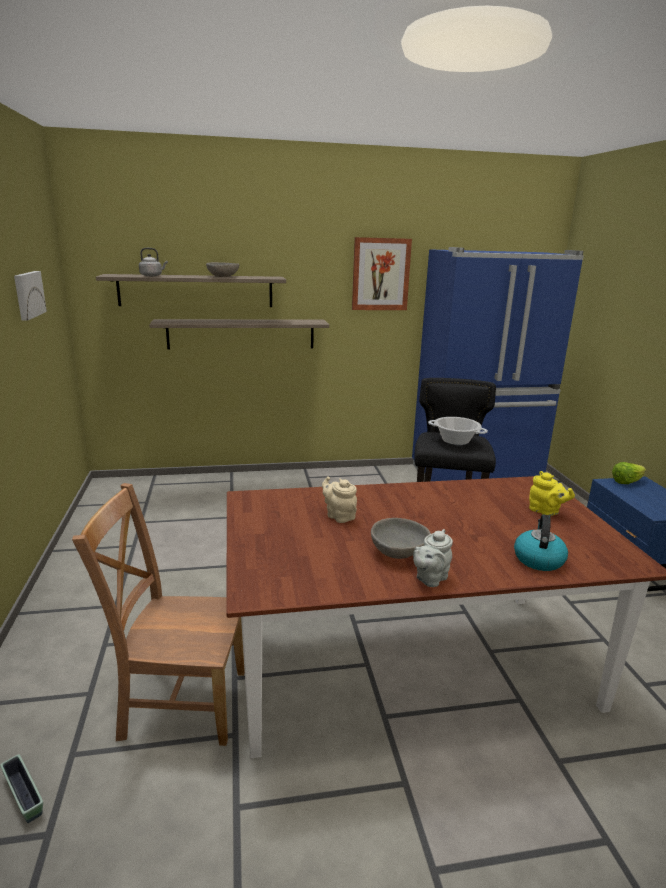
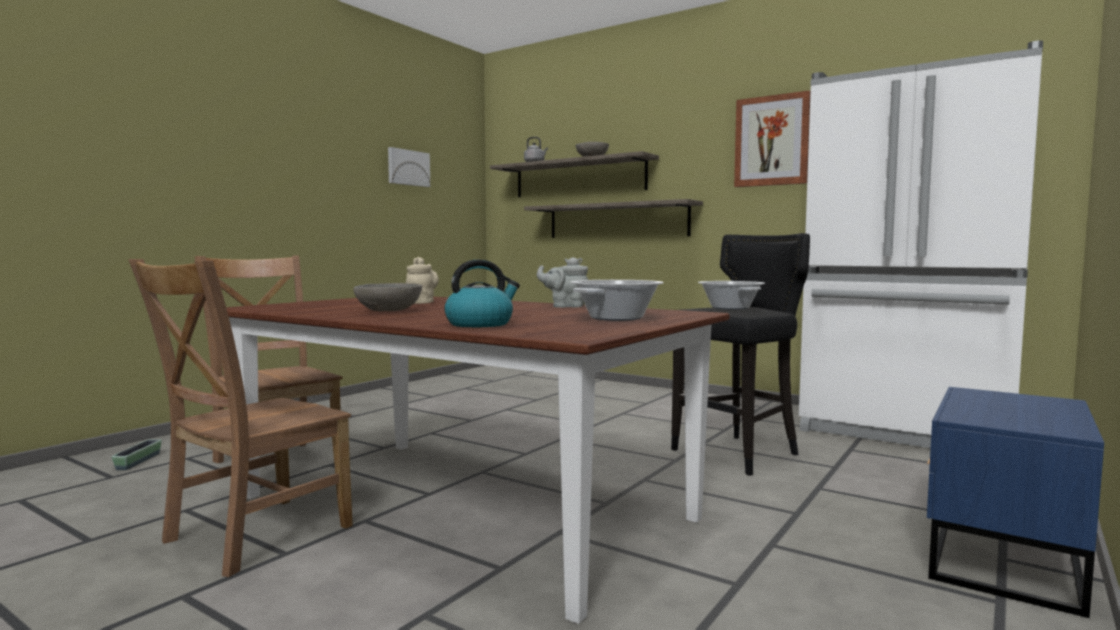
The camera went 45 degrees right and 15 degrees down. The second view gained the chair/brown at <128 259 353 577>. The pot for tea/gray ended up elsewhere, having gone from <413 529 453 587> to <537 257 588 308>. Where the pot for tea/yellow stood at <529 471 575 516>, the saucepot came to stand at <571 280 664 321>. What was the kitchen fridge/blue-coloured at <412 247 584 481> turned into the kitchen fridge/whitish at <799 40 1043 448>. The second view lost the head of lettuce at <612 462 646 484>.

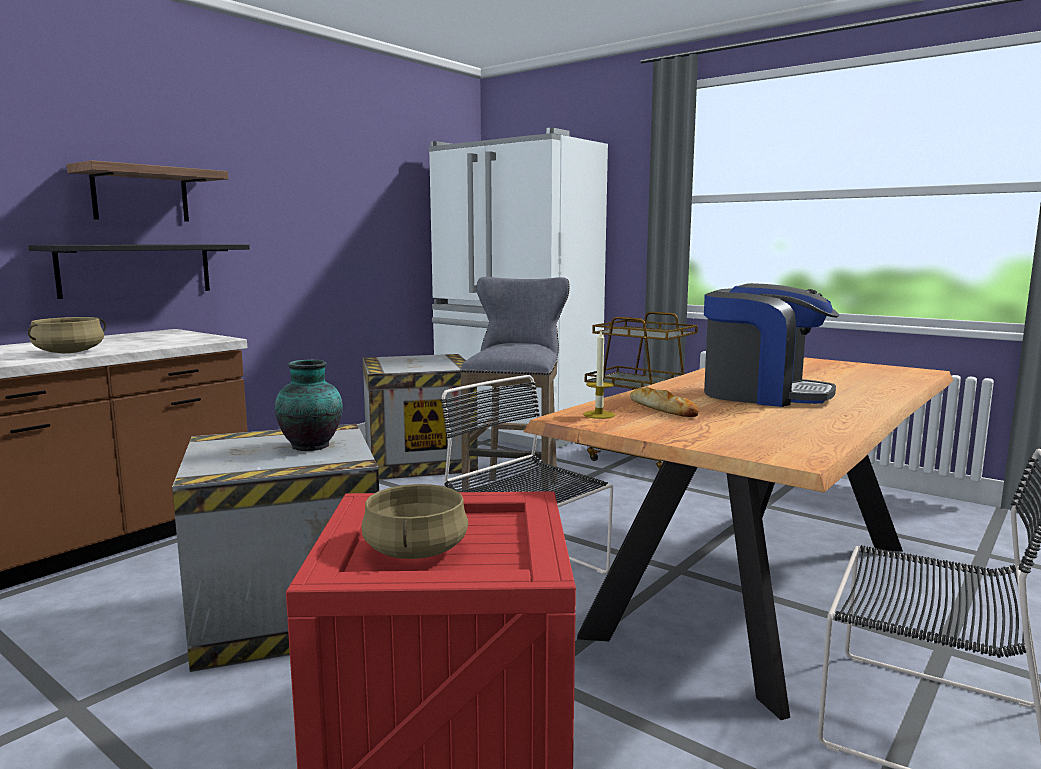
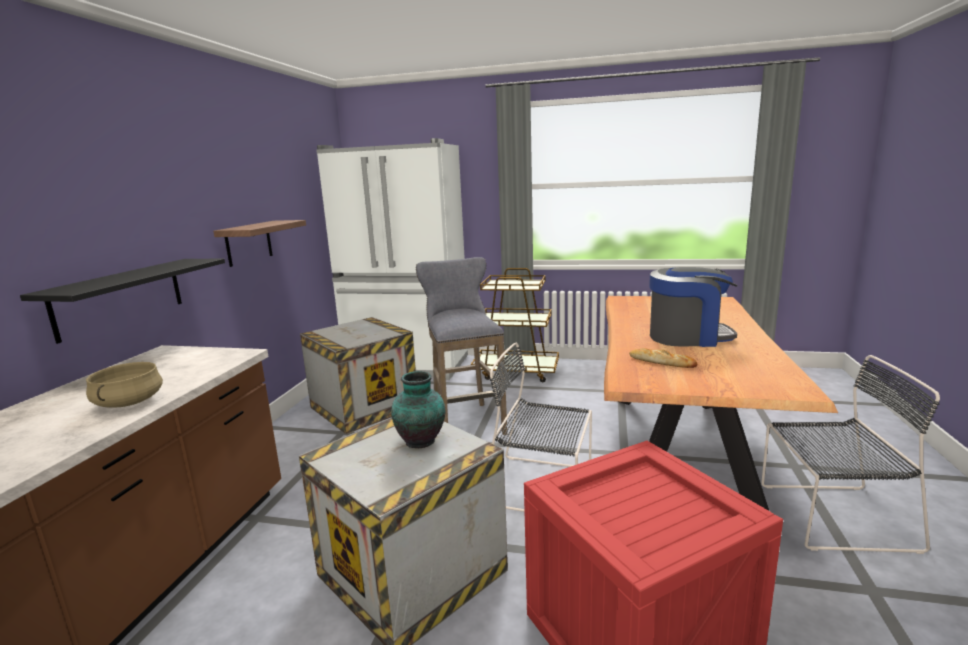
The camera went 25 degrees left and 5 degrees up. The bracket shelf ended up elsewhere, having gone from <67 160 228 222> to <213 220 306 267>. The second view lost the saucepot/beige-coloured at <362 484 468 559>. The second view lost the wax light at <583 331 615 419>.

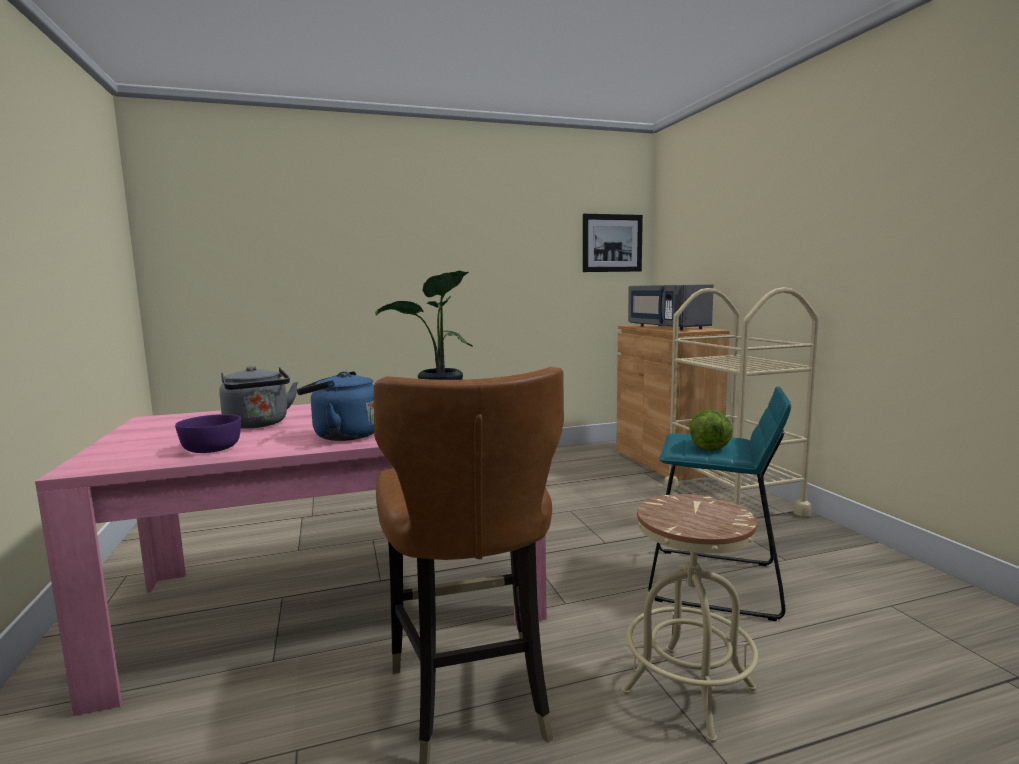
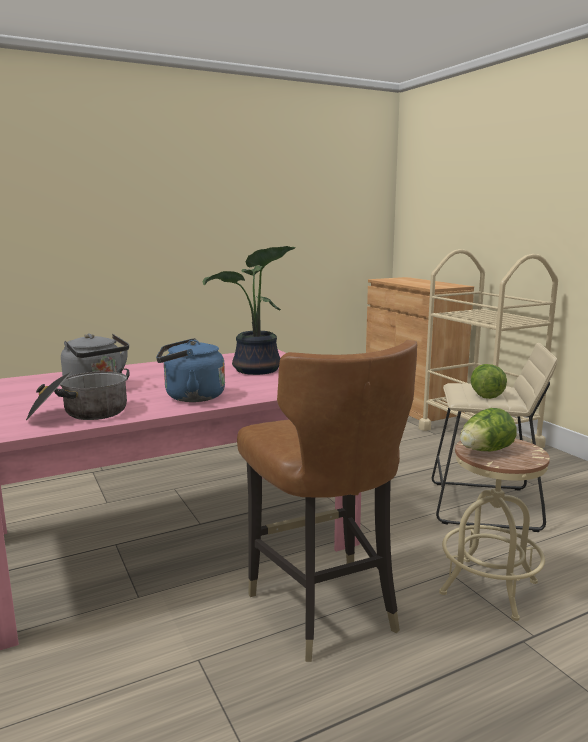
The camera went 10 degrees left and 5 degrees up. Where the deep dish/purple stood at <175 414 241 453>, the saucepot came to stand at <26 368 130 420>. What was the stool seat/turquoise-coloured at <648 386 791 621> turned into the stool seat/beige-coloured at <432 343 557 532>. The second view gained the head of lettuce at <460 408 516 452>. The second view lost the wall art at <583 214 643 272>. The second view lost the microwave oven/gray at <628 284 714 330>.

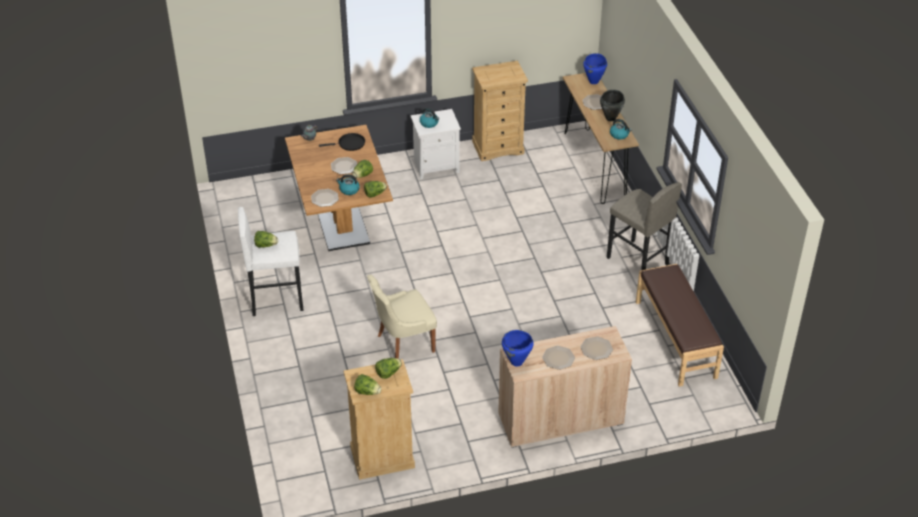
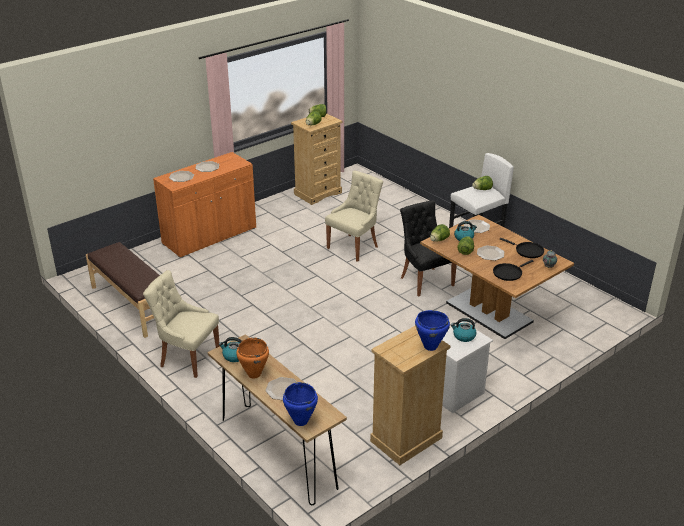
The camera went 155 degrees right and 10 degrees down. Where the stool seat/gray stood at <607 182 682 270>, the chair/beige-coloured came to stand at <143 270 220 378>. What was the storage cabinet/beige-coloured at <498 326 632 448> turned into the storage cabinet/orange at <153 152 256 258>. What was the saucepot/blackish at <600 90 625 121> turned into the saucepot/orange at <236 337 269 378>. The second view gained the chair/blackish at <400 200 457 297>. The saucepot/blue-coloured ended up elsewhere, having gone from <502 330 534 367> to <415 310 450 351>. The second view gained the pan/blackish at <500 238 544 258>.

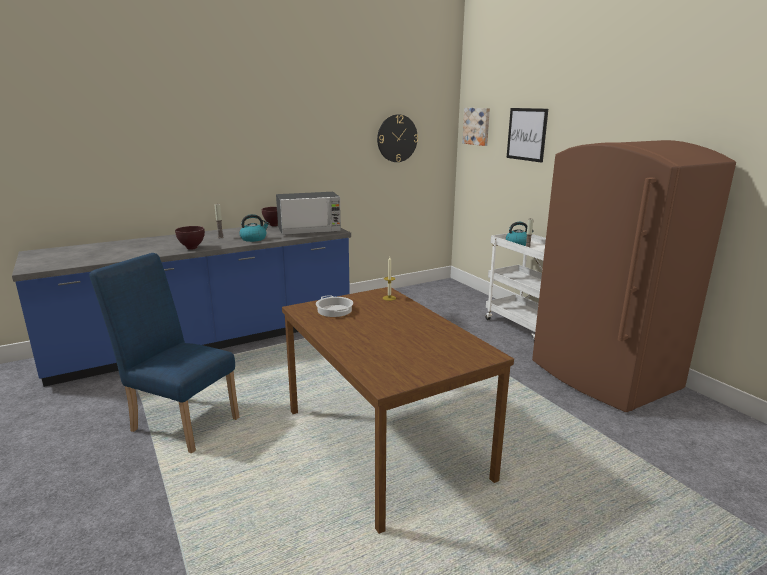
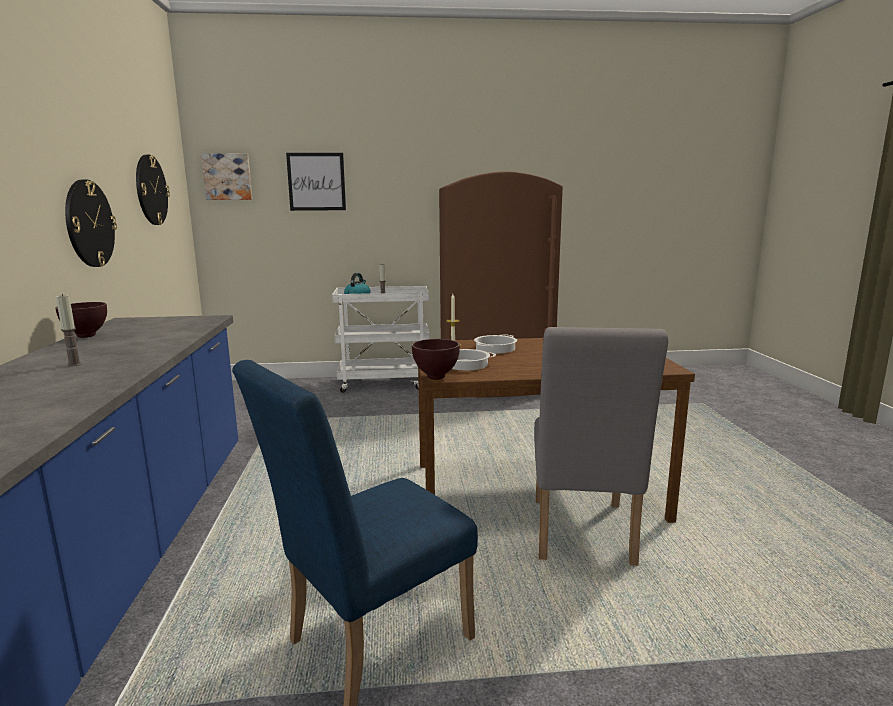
The camera went 65 degrees left and 5 degrees down. The second view gained the wall clock at <65 179 117 267>. The deep dish/brown ended up elsewhere, having gone from <175 226 205 250> to <412 339 460 380>. The second view gained the saucepot at <474 334 517 354>. The second view gained the chair/gray at <534 327 668 566>. The second view lost the kettle at <239 214 269 242>. The second view lost the microwave oven at <276 192 341 235>.

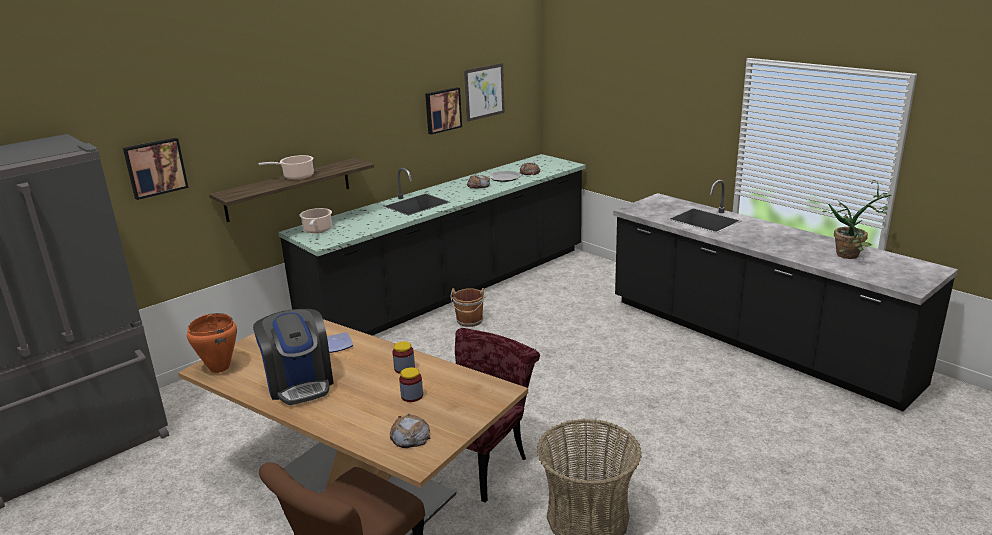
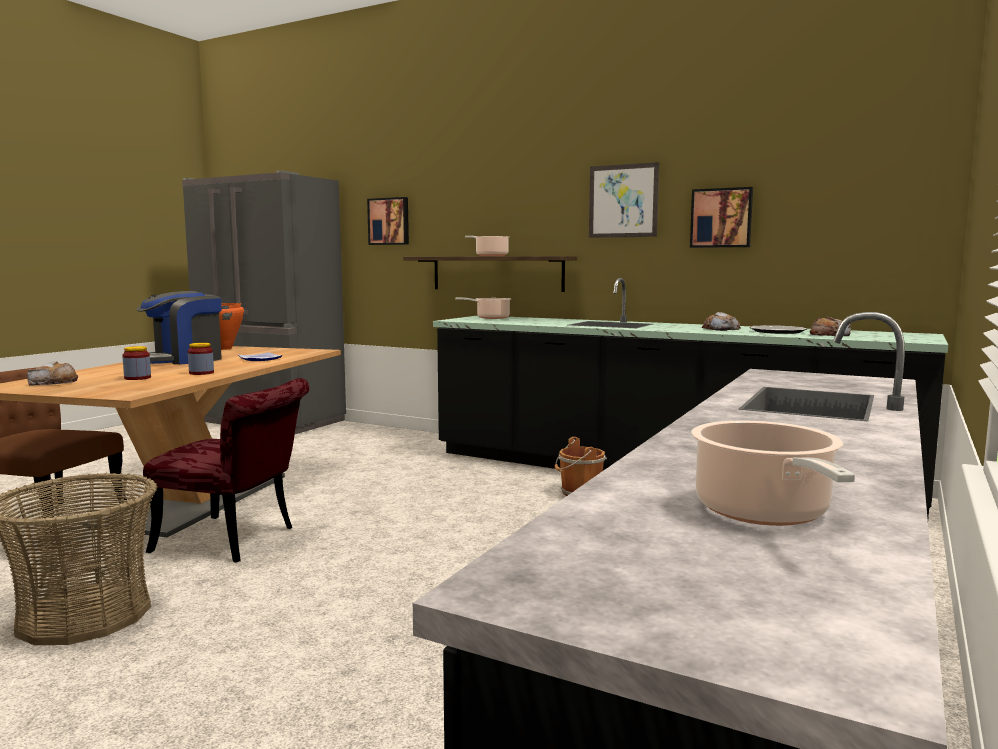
The camera went 70 degrees right and 15 degrees down. The wall art ended up elsewhere, having gone from <464 63 505 122> to <589 162 659 238>. Where the plant in a pot stood at <823 180 892 259>, the saucepot came to stand at <691 421 855 526>.

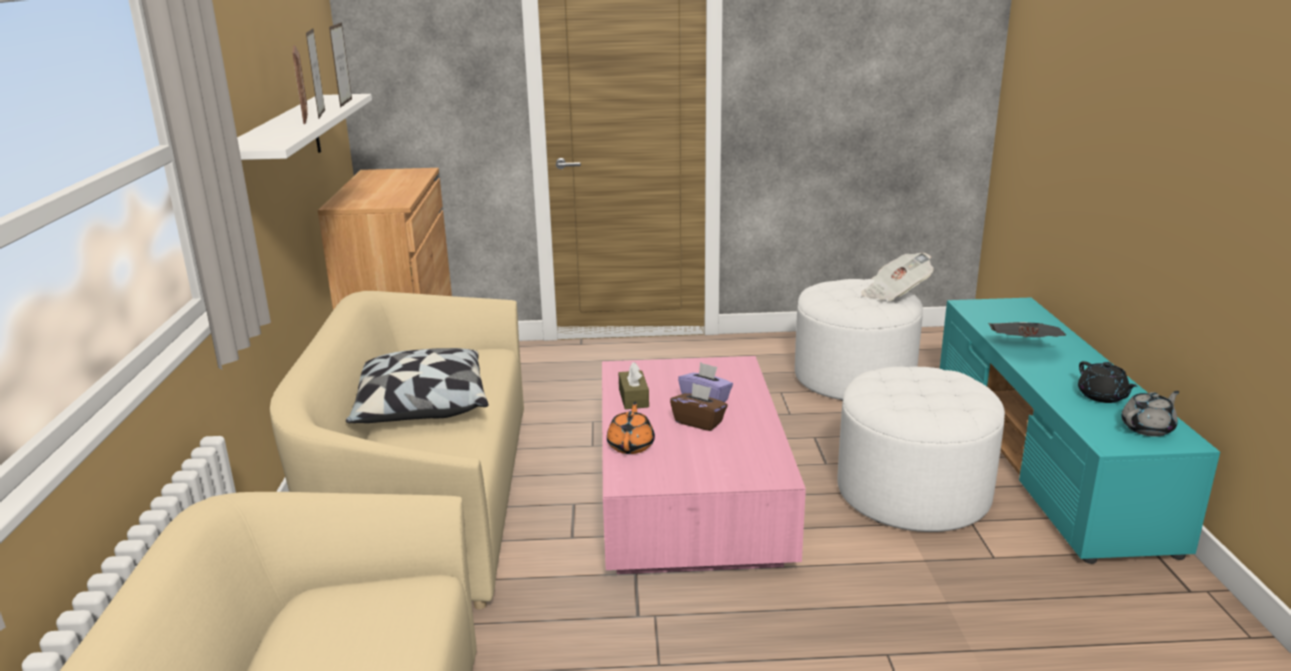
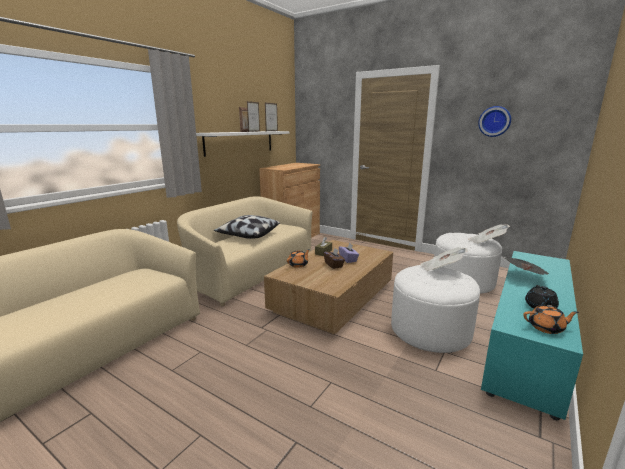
The camera went 35 degrees right and 5 degrees down. What was the lounge table/pink-coloured at <602 356 806 574> turned into the lounge table/brown at <264 240 393 334>. The second view gained the newspaper at <420 247 468 271>. The second view gained the wall clock at <478 106 511 137>. What was the pot for tea/gray at <1121 391 1179 437> turned into the pot for tea/orange at <523 305 579 334>.

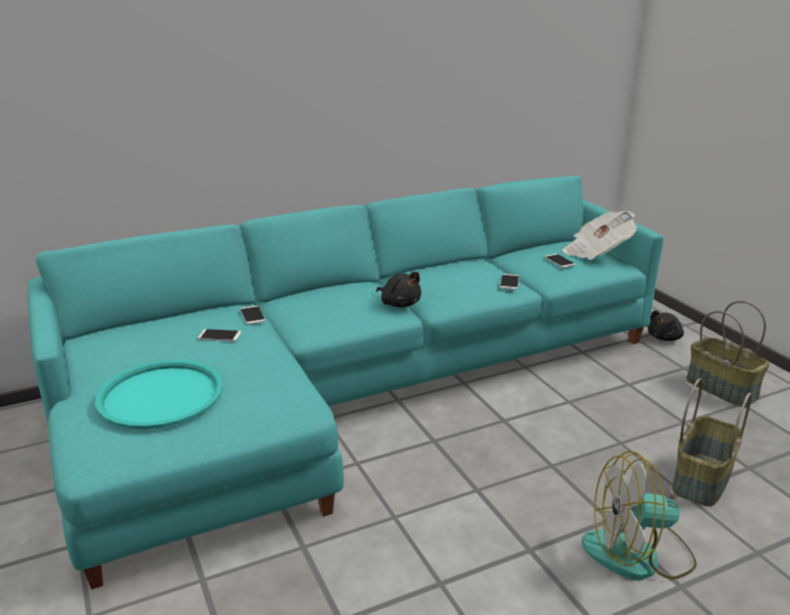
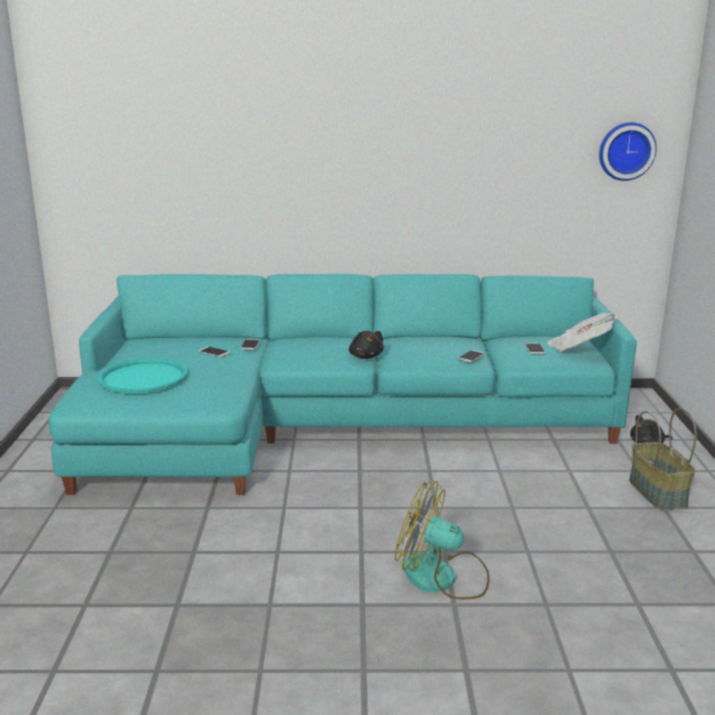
The camera went 25 degrees right and 5 degrees down. The second view gained the wall clock at <599 122 657 181>. The second view lost the basket at <672 378 752 506>.

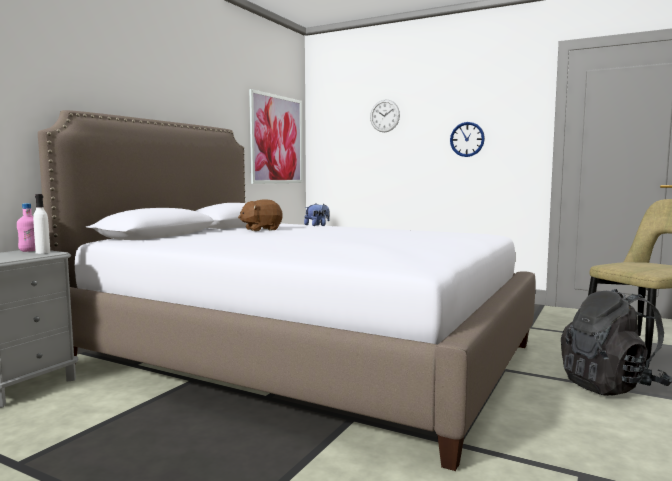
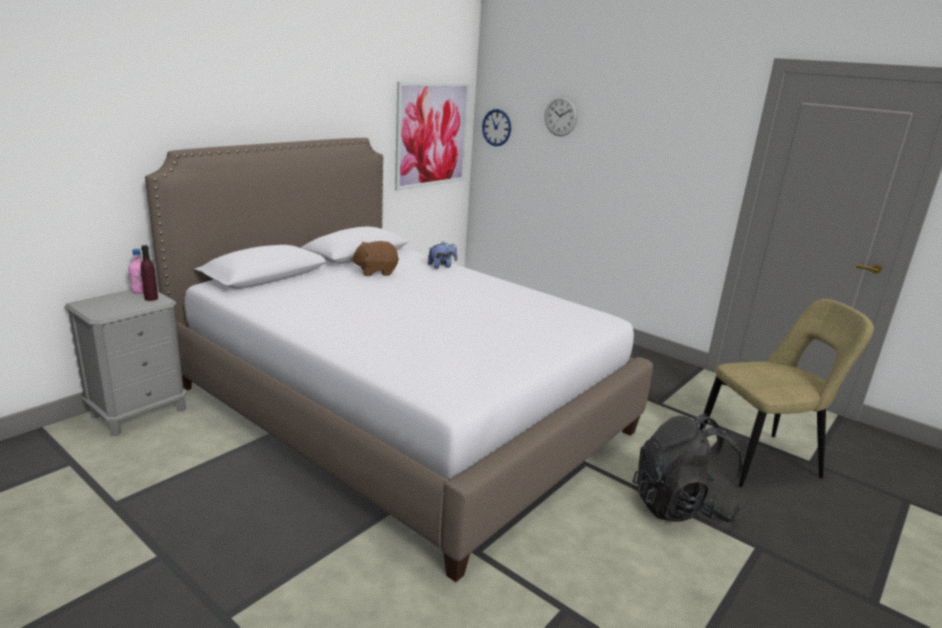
The camera went 10 degrees right and 15 degrees up. What was the bottle/whitish at <33 194 50 254> turned into the bottle/purple at <141 245 158 301>. The wall clock ended up elsewhere, having gone from <450 122 485 157> to <482 109 511 146>.

